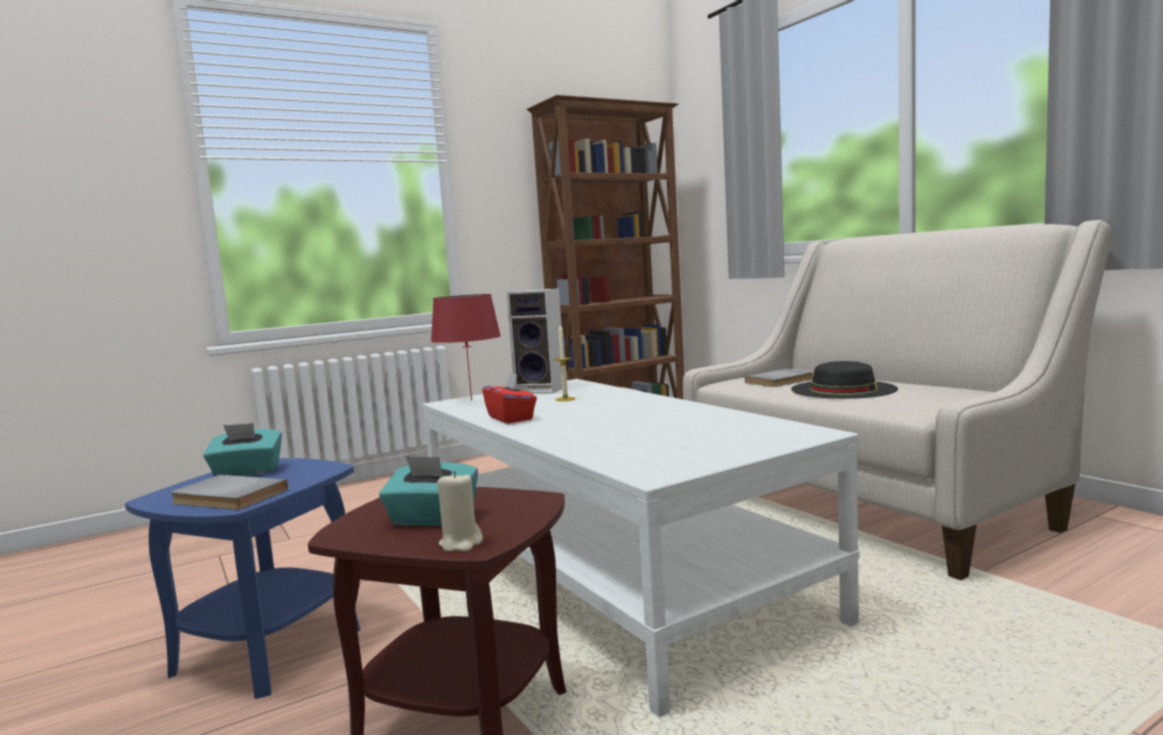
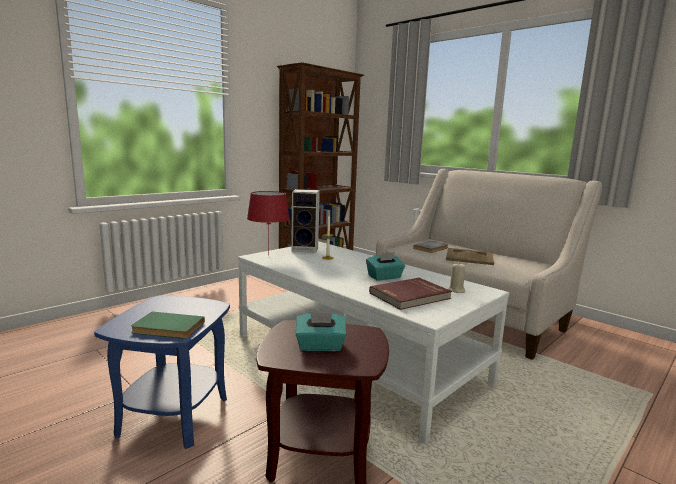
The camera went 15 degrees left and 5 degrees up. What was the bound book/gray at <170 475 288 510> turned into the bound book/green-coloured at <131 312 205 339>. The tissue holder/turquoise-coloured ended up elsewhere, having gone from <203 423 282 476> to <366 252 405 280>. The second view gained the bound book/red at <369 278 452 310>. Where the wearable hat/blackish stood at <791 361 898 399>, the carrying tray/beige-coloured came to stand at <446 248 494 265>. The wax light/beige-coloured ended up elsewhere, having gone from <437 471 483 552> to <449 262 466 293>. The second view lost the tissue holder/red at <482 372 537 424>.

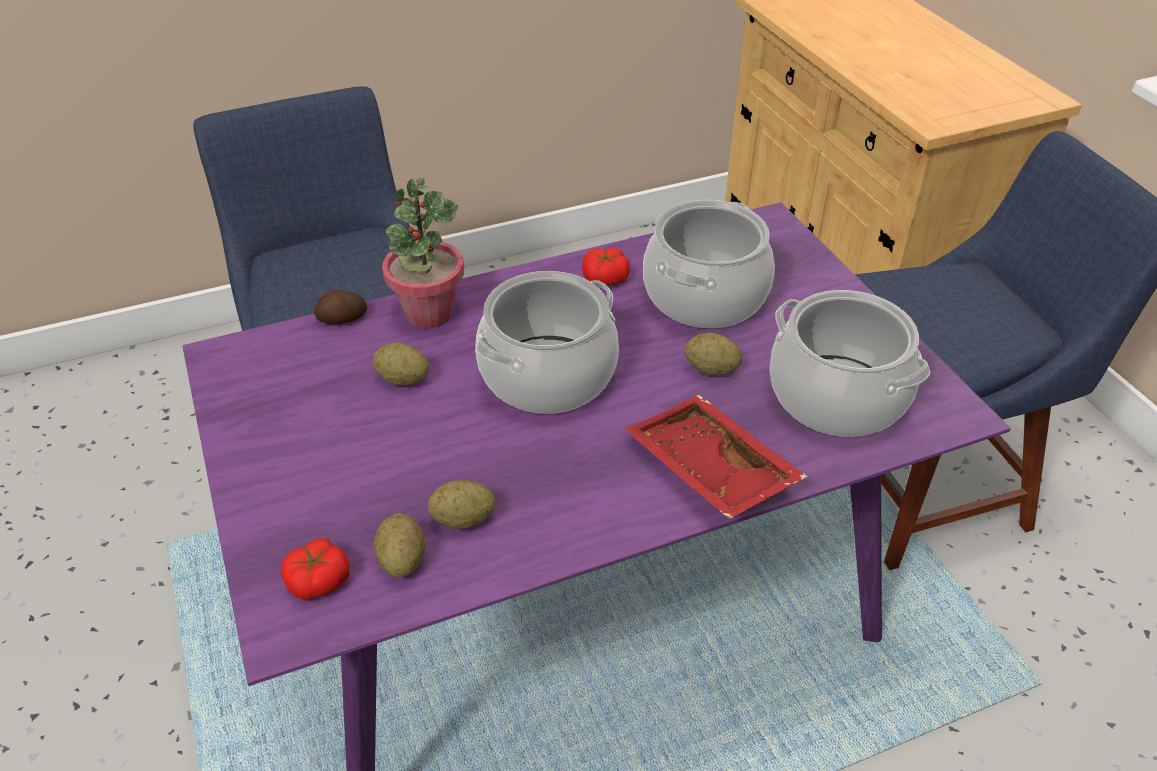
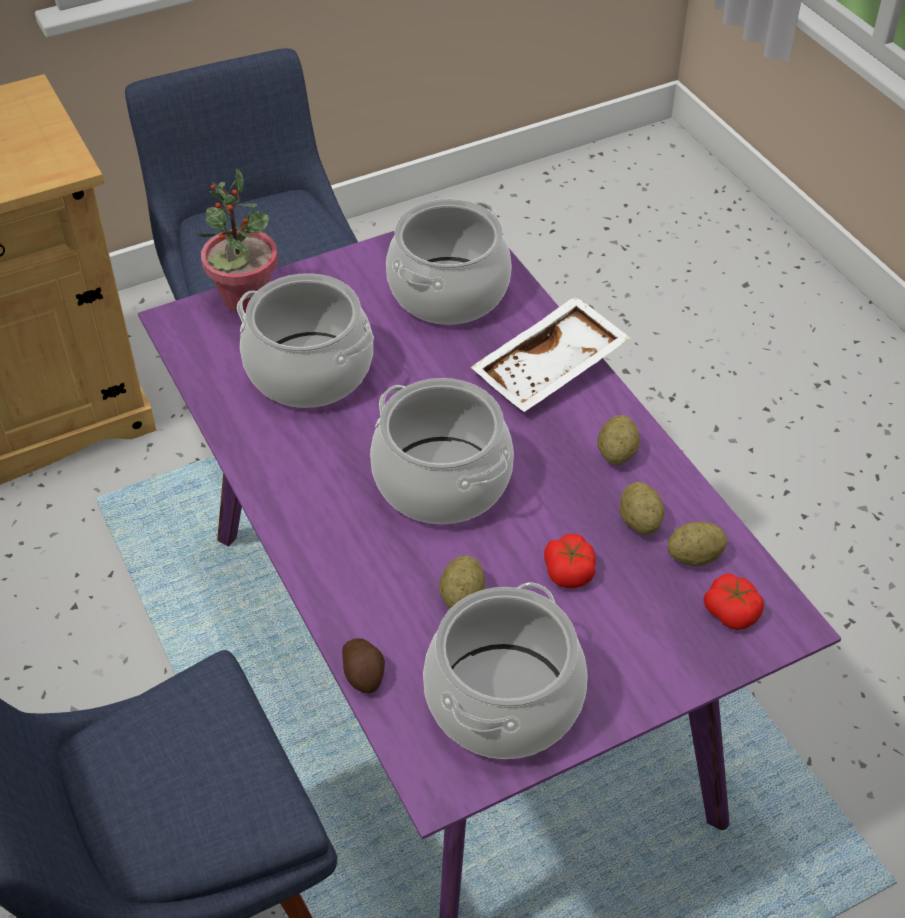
The camera went 95 degrees left and 5 degrees up. The plant in a pot ended up elsewhere, having gone from <382 178 464 328> to <197 169 278 313>. The second view gained the saucepot at <423 582 588 759>. What was the carrying tray/red at <624 395 808 519> turned into the carrying tray/whitish at <470 296 630 412>. The fresh tomato ended up elsewhere, having gone from <582 248 630 285> to <544 534 596 588>. The potato ended up elsewhere, having gone from <685 333 742 375> to <597 415 640 465>.

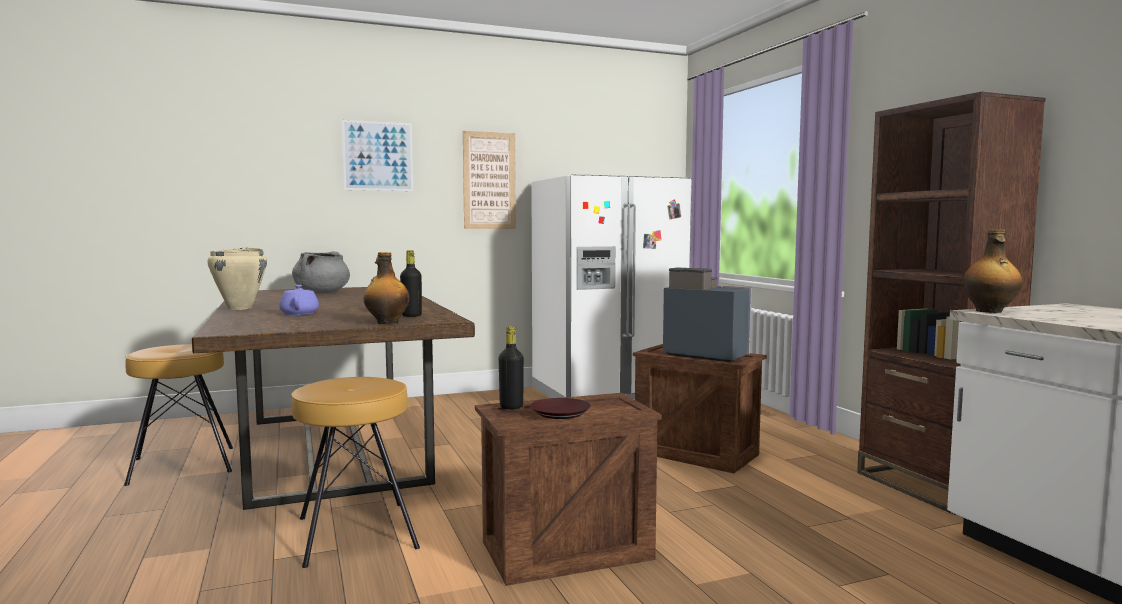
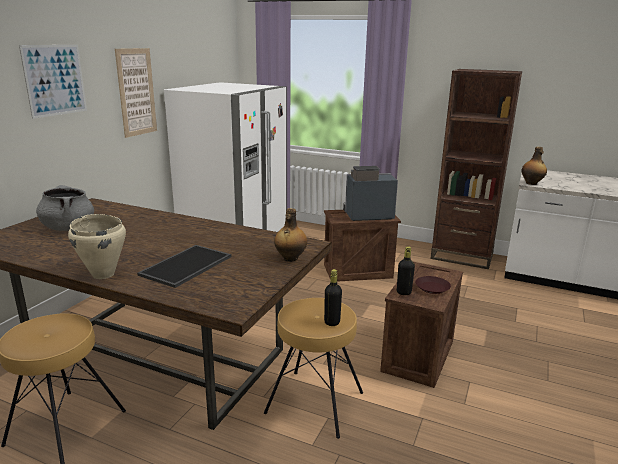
The camera went 45 degrees left and 15 degrees up. Where the pot for tea/purple stood at <279 285 319 315>, the carrying tray came to stand at <137 245 231 288>. The bottle/blackish ended up elsewhere, having gone from <400 250 422 317> to <324 269 342 326>.

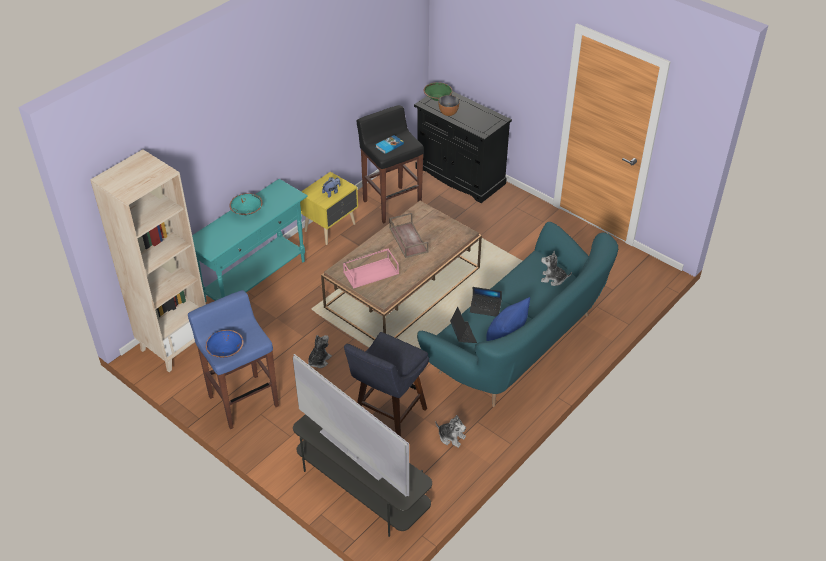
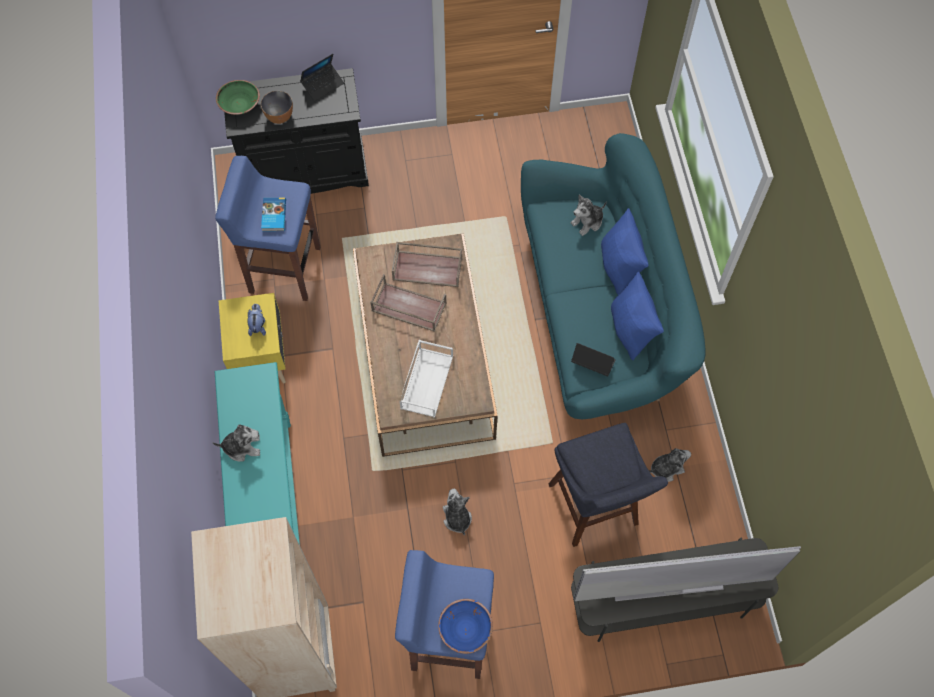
The camera went 50 degrees left and 20 degrees up. Where the deep dish/turquoise-coloured stood at <229 193 263 215>, the cuddly toy came to stand at <213 424 261 462>. What was the stool seat/blackish at <356 105 424 223> turned into the stool seat/blue-coloured at <215 156 320 301>. The notebook computer ended up elsewhere, having gone from <470 287 502 316> to <300 54 344 101>. The second view gained the carrying tray/brown at <392 242 463 287>. What was the carrying tray/pink-coloured at <343 248 399 289> turned into the carrying tray/whitish at <399 340 453 418>. The second view gained the pillow/blue-coloured at <601 208 648 295>.

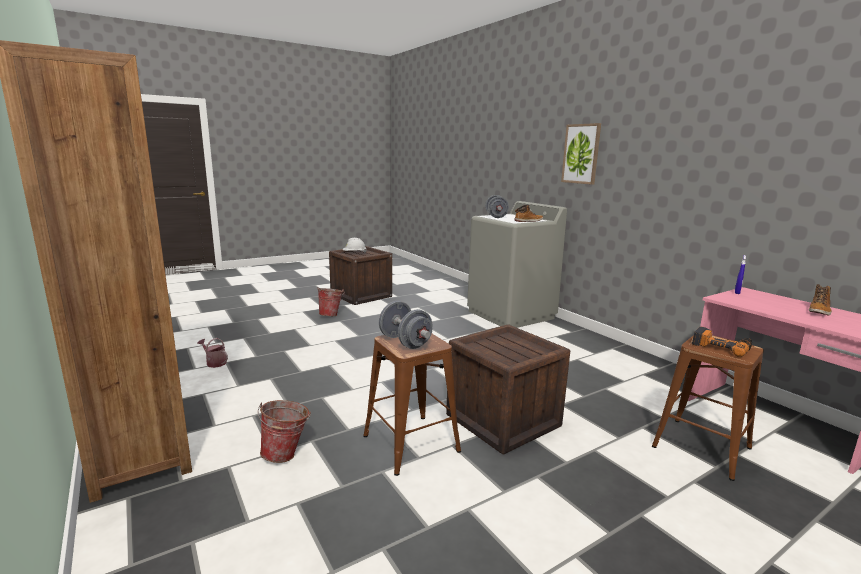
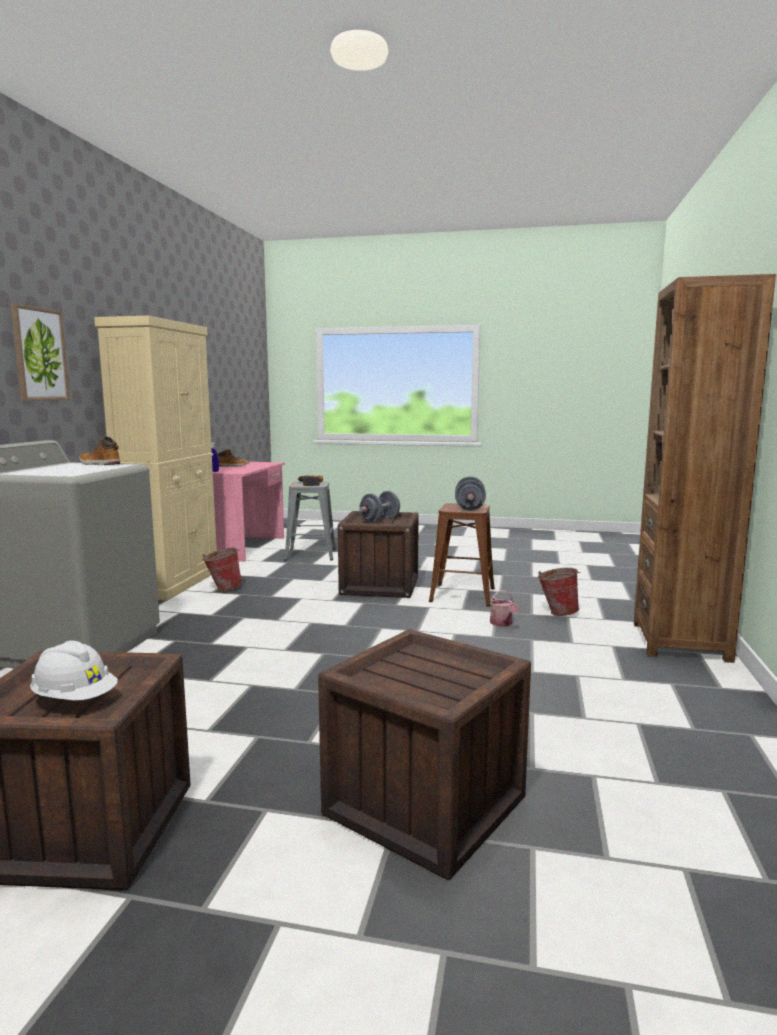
The camera went 135 degrees left and 5 degrees down. The second view gained the storage cabinet/beige-coloured at <94 316 217 601>. The water bucket ended up elsewhere, having gone from <317 288 345 316> to <203 548 242 591>. What was the stool seat/brown at <652 335 764 481> turned into the stool seat/gray at <284 482 336 561>. The second view gained the crate at <318 629 531 880>. The hand weight/gray ended up elsewhere, having gone from <485 195 509 218> to <359 491 400 522>. The sprinkling can ended up elsewhere, having gone from <197 338 228 368> to <490 590 519 627>.

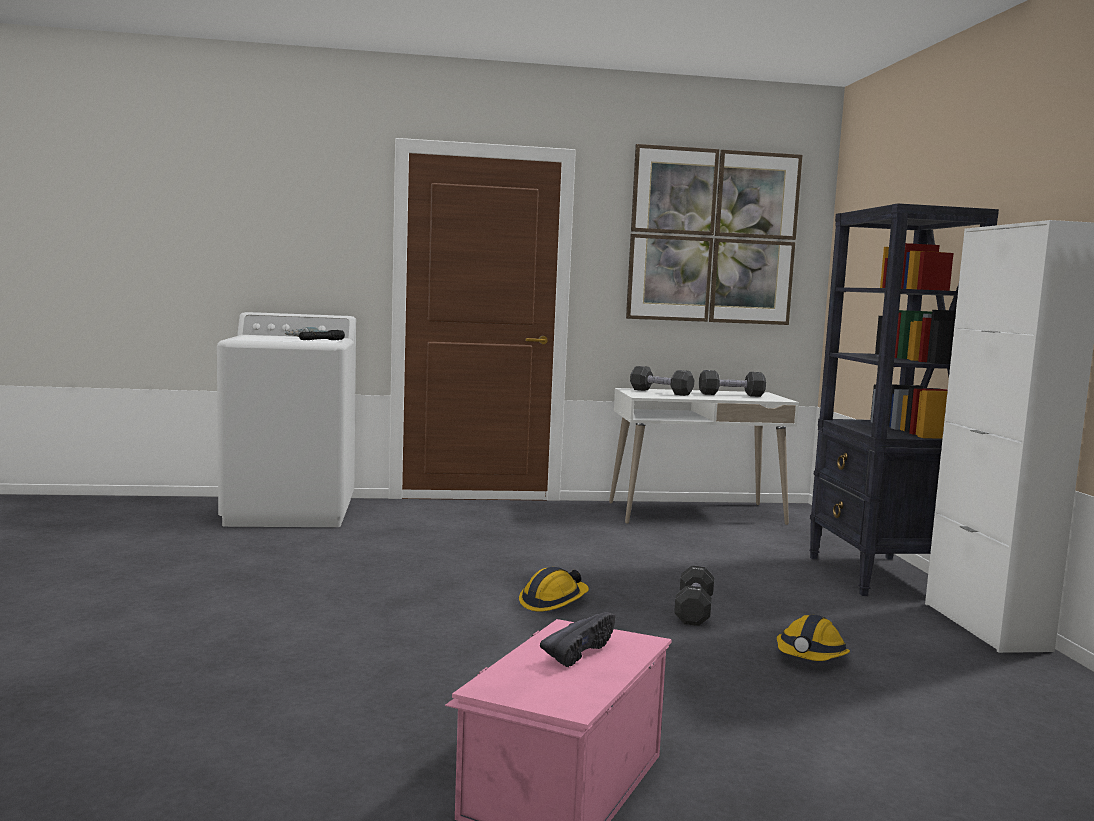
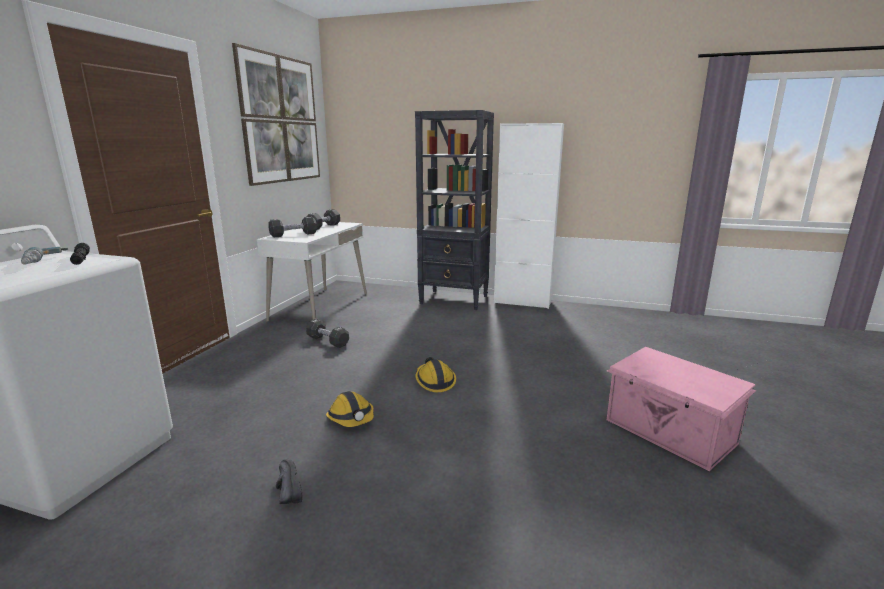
The camera went 65 degrees left and 10 degrees up. The shoe/blackish ended up elsewhere, having gone from <540 612 615 667> to <276 459 302 504>. The hand weight/blackish ended up elsewhere, having gone from <674 566 714 626> to <306 319 349 348>. The work helmet ended up elsewhere, having gone from <777 615 850 661> to <326 391 374 427>.

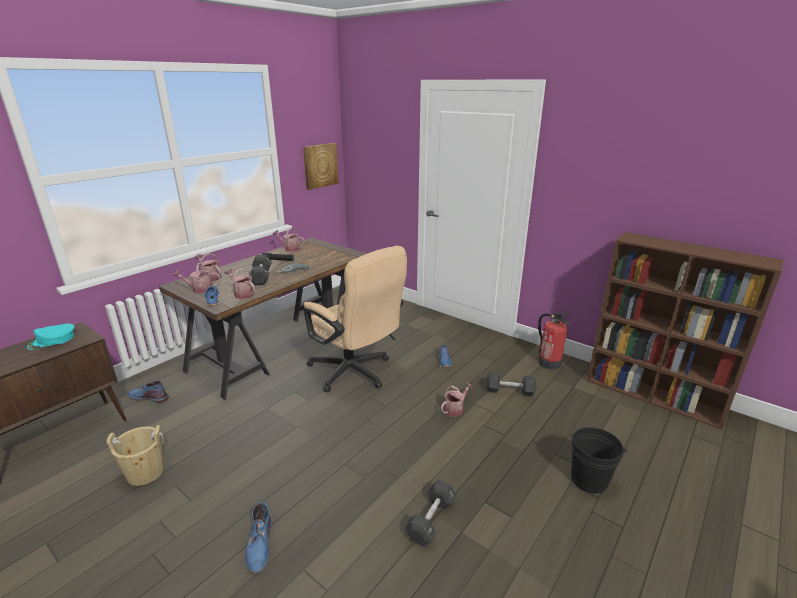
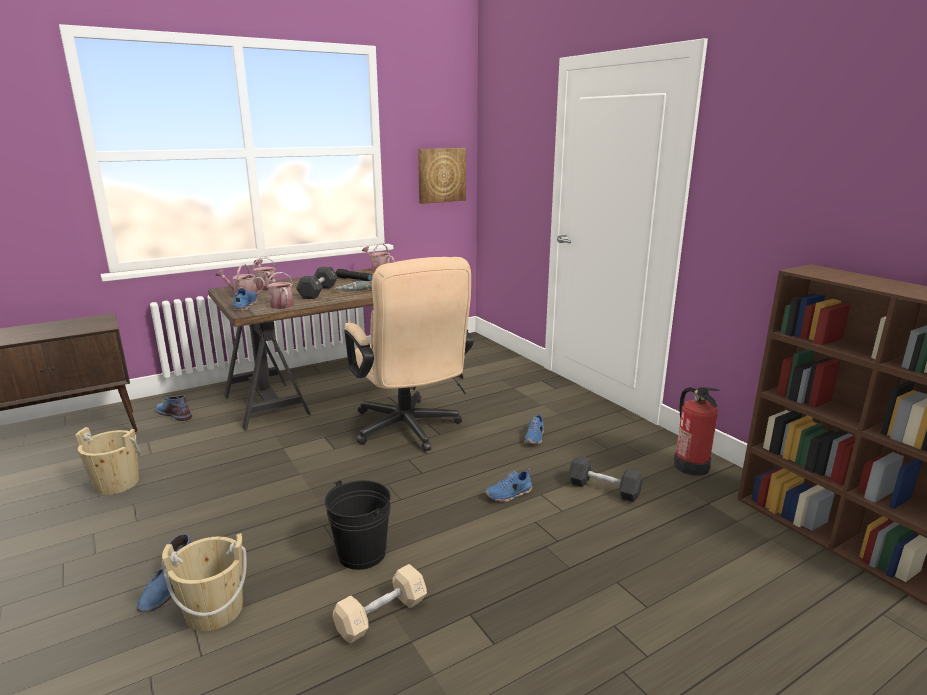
The camera went 20 degrees right and 5 degrees down. The second view gained the water bucket/beige-coloured at <162 533 247 631>. The water bucket/blackish ended up elsewhere, having gone from <569 427 628 494> to <325 480 391 570>. What was the hand weight/blackish at <405 480 456 546> turned into the hand weight/beige-coloured at <333 564 427 643>. Where the sprinkling can stood at <441 382 473 417>, the shoe/blue-coloured came to stand at <485 469 532 502>. The second view lost the cap/turquoise-coloured at <27 323 75 350>.

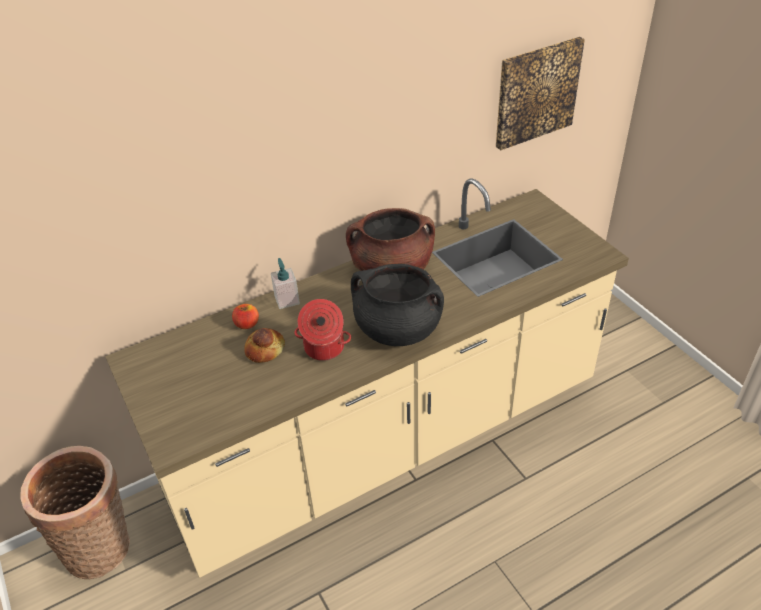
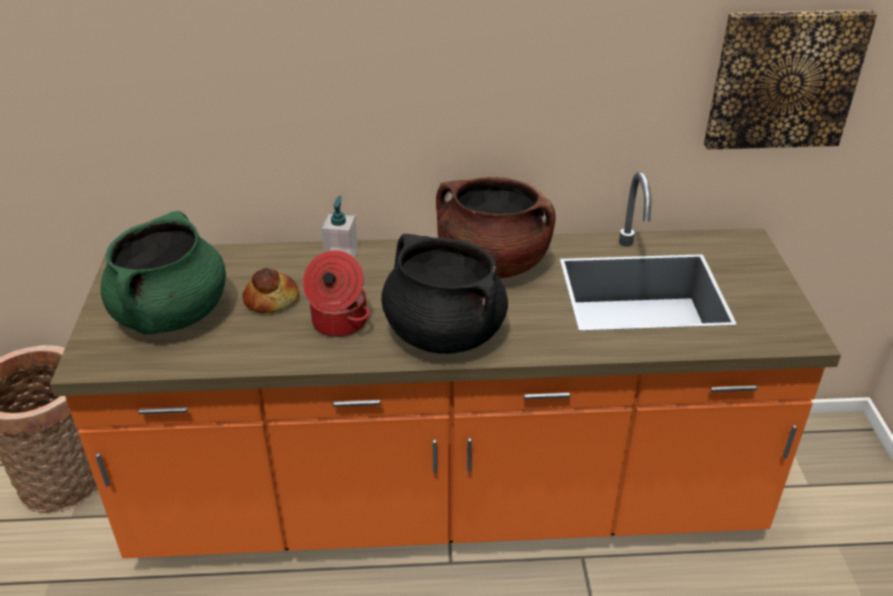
The camera went 25 degrees right and 5 degrees down. What was the kitchen counter/beige-coloured at <105 179 629 578> turned into the kitchen counter/orange at <50 172 841 558>. The second view gained the saucepot/green-coloured at <100 211 226 334>. The second view lost the apple fruit at <232 304 259 329>.

